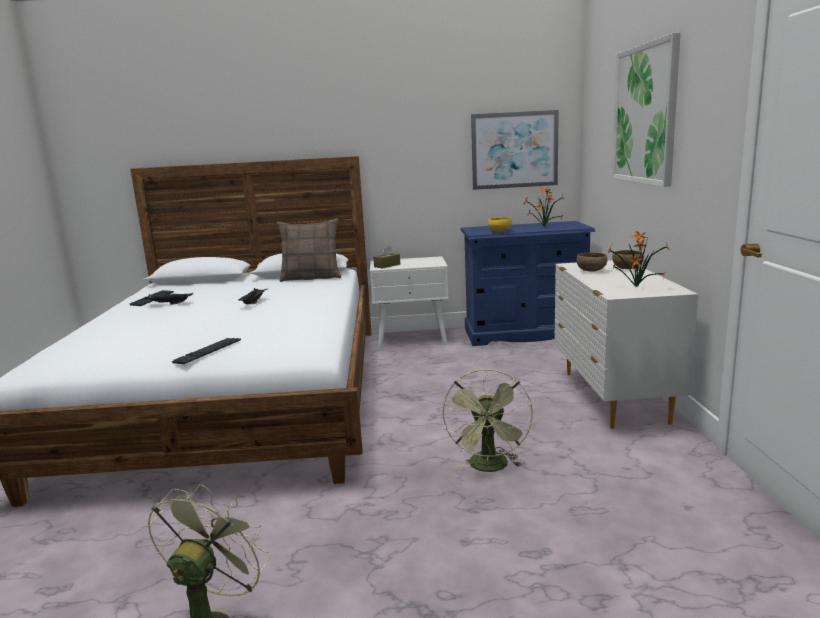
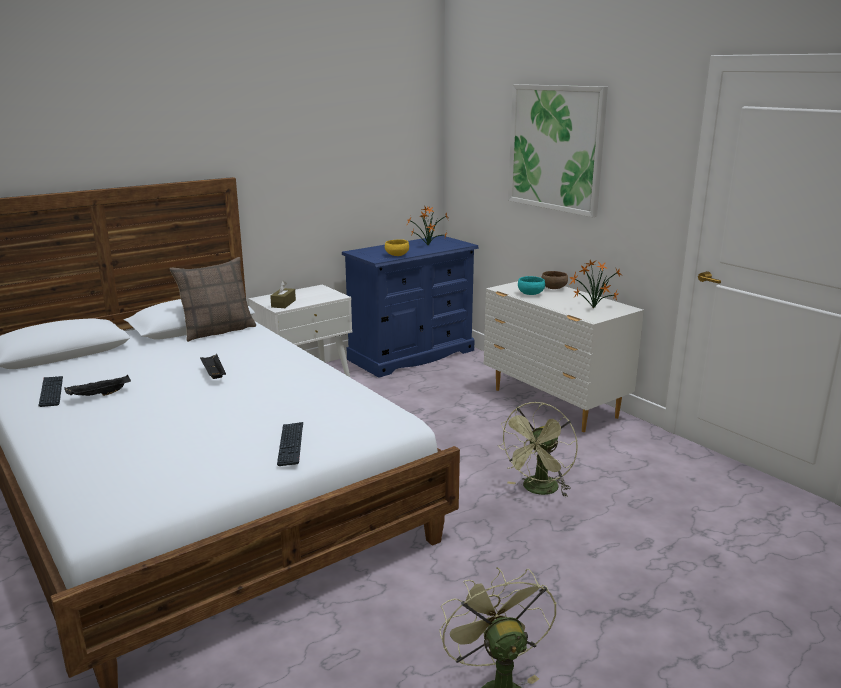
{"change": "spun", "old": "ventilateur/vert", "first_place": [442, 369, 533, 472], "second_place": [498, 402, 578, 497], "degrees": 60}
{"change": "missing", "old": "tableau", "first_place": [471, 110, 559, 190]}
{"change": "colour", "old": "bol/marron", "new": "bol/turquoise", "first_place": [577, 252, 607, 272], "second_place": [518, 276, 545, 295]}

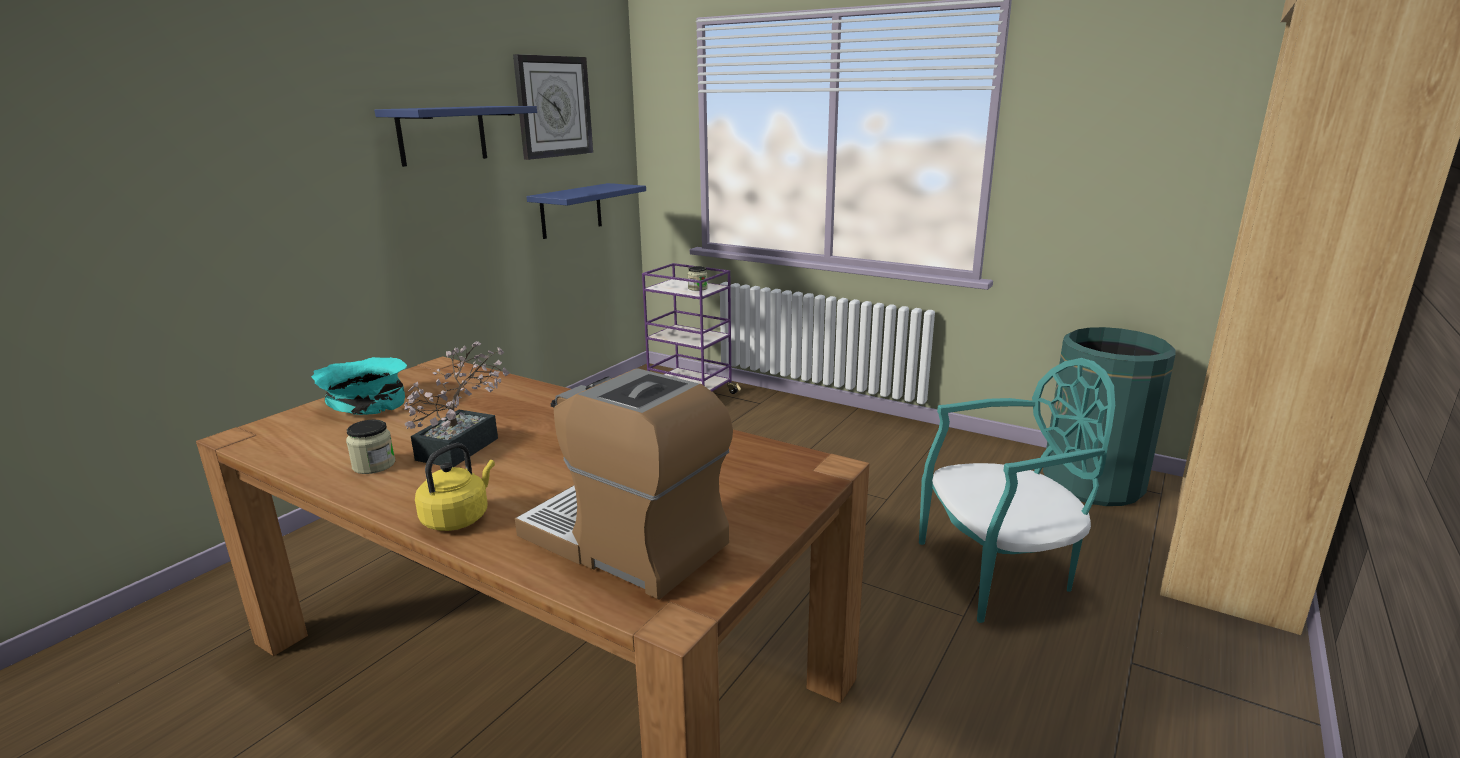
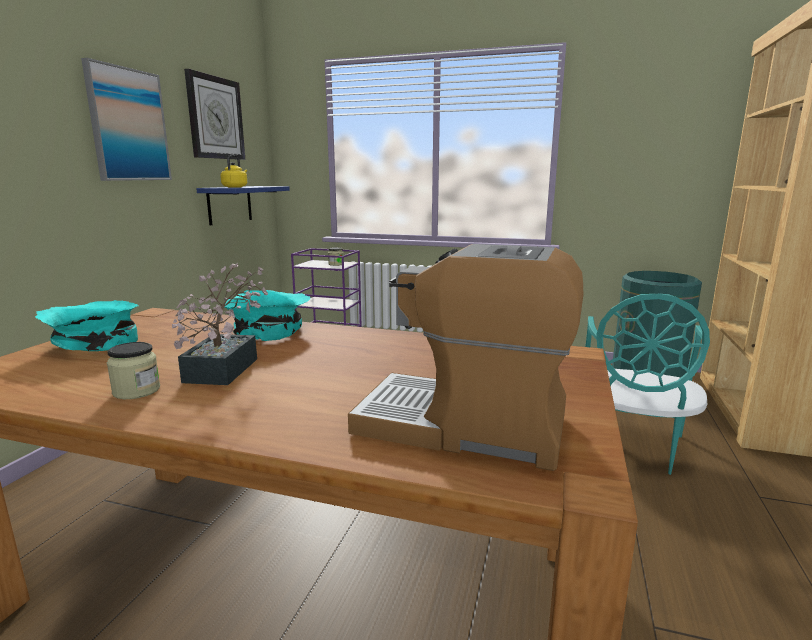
{"change": "exchanged", "old": "étagère/bleu", "new": "tableau", "first_place": [374, 106, 537, 167], "second_place": [81, 58, 172, 181]}
{"change": "relocated", "old": "bouilloire/jaune", "first_place": [415, 443, 495, 531], "second_place": [220, 155, 247, 188]}
{"change": "spun", "old": "chaise/turquoise", "first_place": [919, 358, 1115, 623], "second_place": [585, 294, 710, 475], "degrees": 135}
{"change": "appeared", "new": "bol/turquoise", "second_place": [225, 290, 310, 341]}

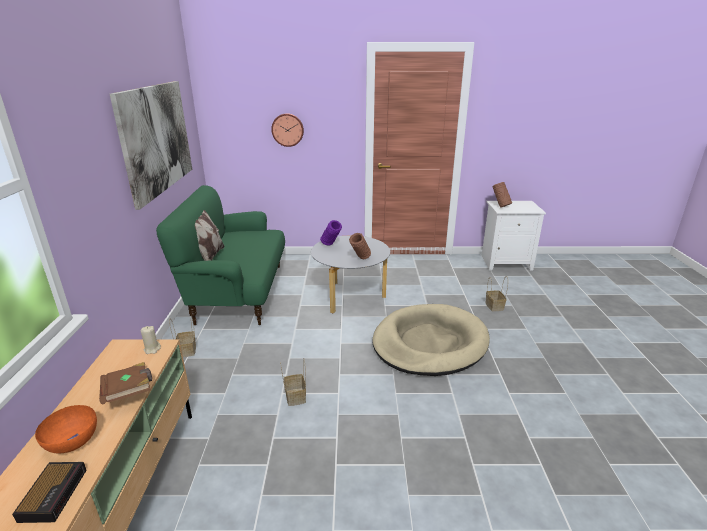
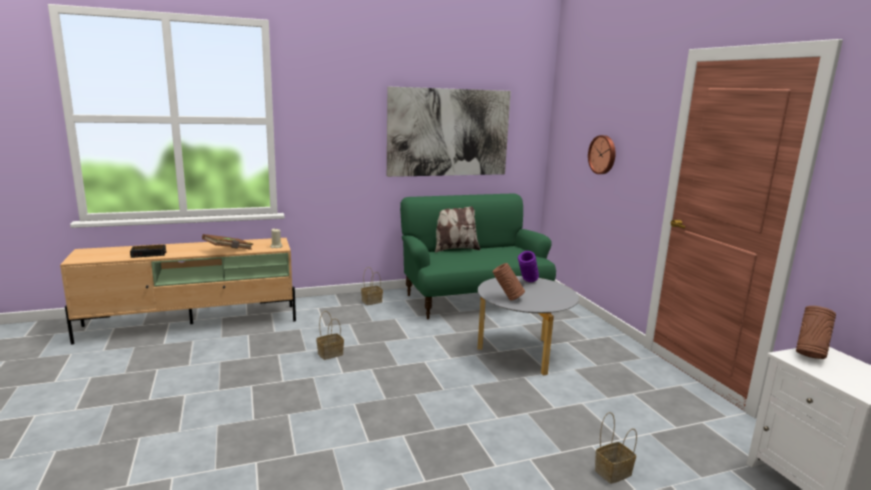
{"change": "missing", "old": "bol/orange", "first_place": [35, 405, 97, 453]}
{"change": "missing", "old": "panier pour chien/beige", "first_place": [373, 304, 490, 376]}

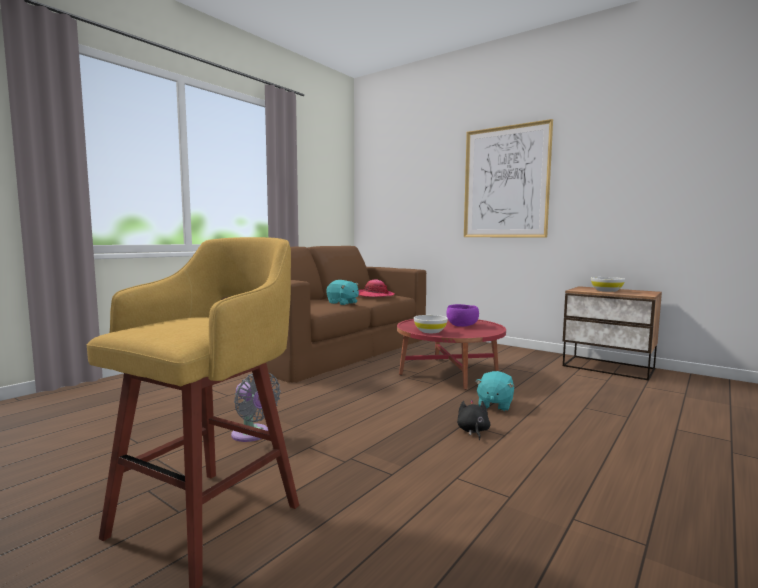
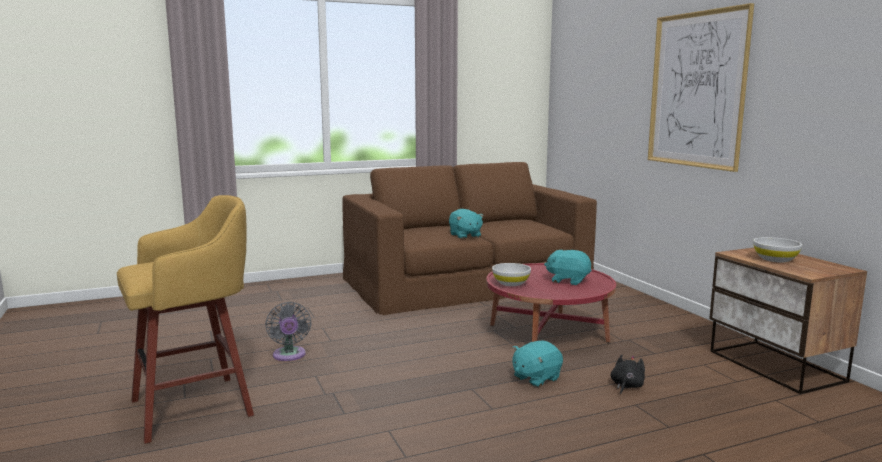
{"change": "missing", "old": "chapeau", "first_place": [358, 280, 395, 297]}
{"change": "exchanged", "old": "bol/violet", "new": "peluche/turquoise", "first_place": [446, 304, 479, 327], "second_place": [544, 250, 592, 285]}
{"change": "relocated", "old": "peluche/noir", "first_place": [457, 400, 490, 440], "second_place": [611, 355, 645, 394]}

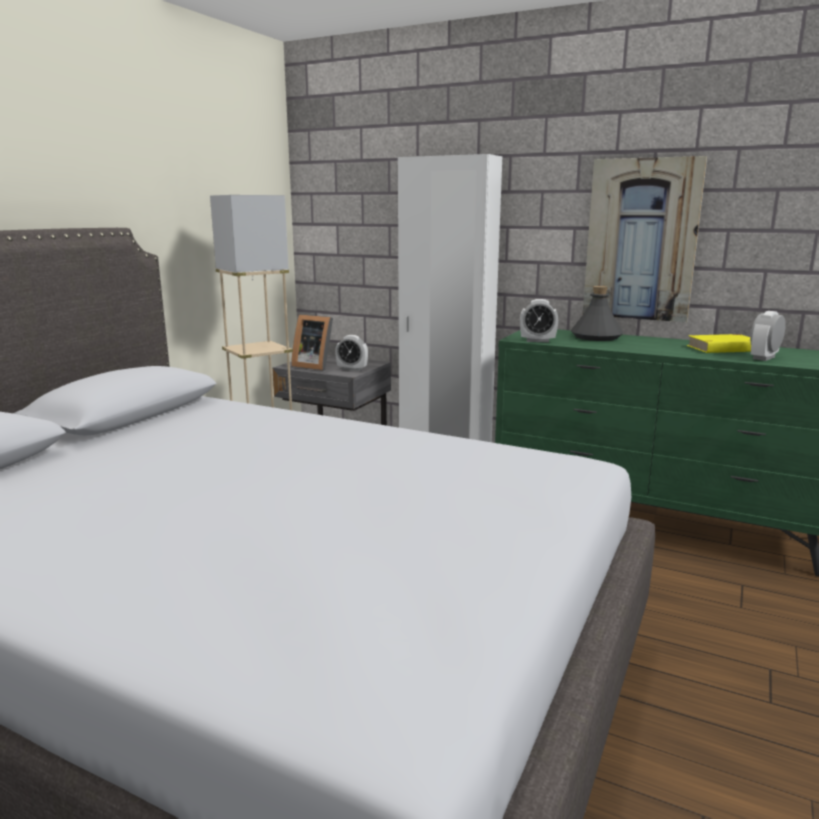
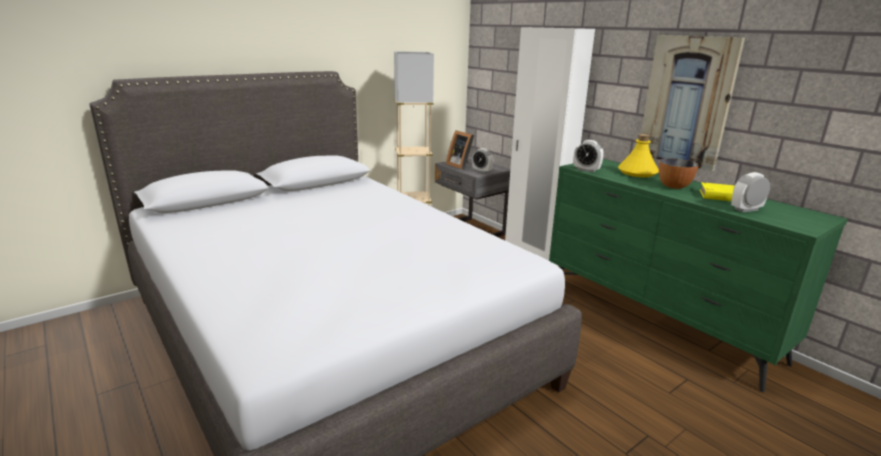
{"change": "colour", "old": "bouteille/gris", "new": "bouteille/jaune", "first_place": [570, 286, 624, 341], "second_place": [618, 134, 659, 177]}
{"change": "appeared", "new": "bol", "second_place": [659, 158, 699, 189]}

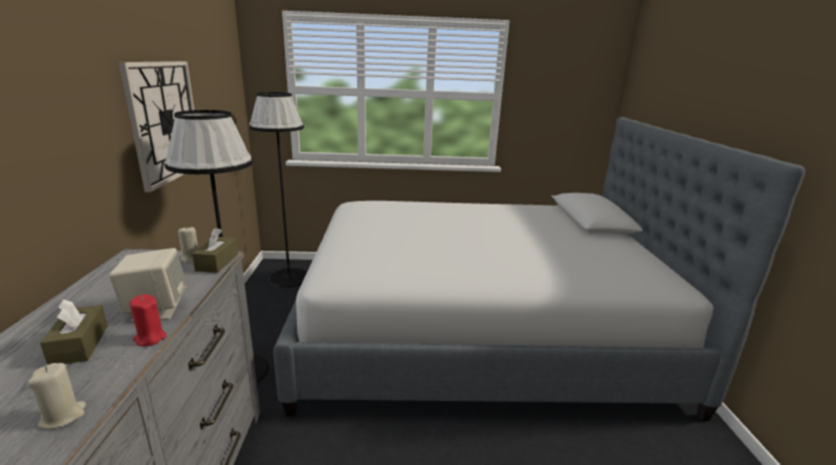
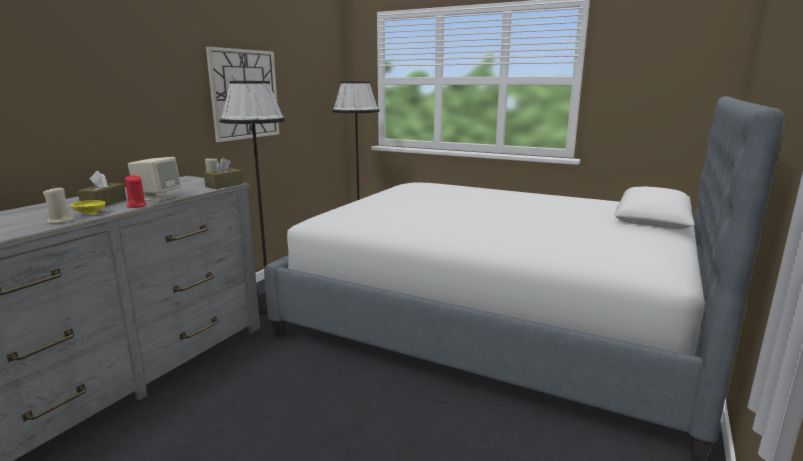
{"change": "appeared", "new": "bol/jaune", "second_place": [71, 200, 105, 214]}

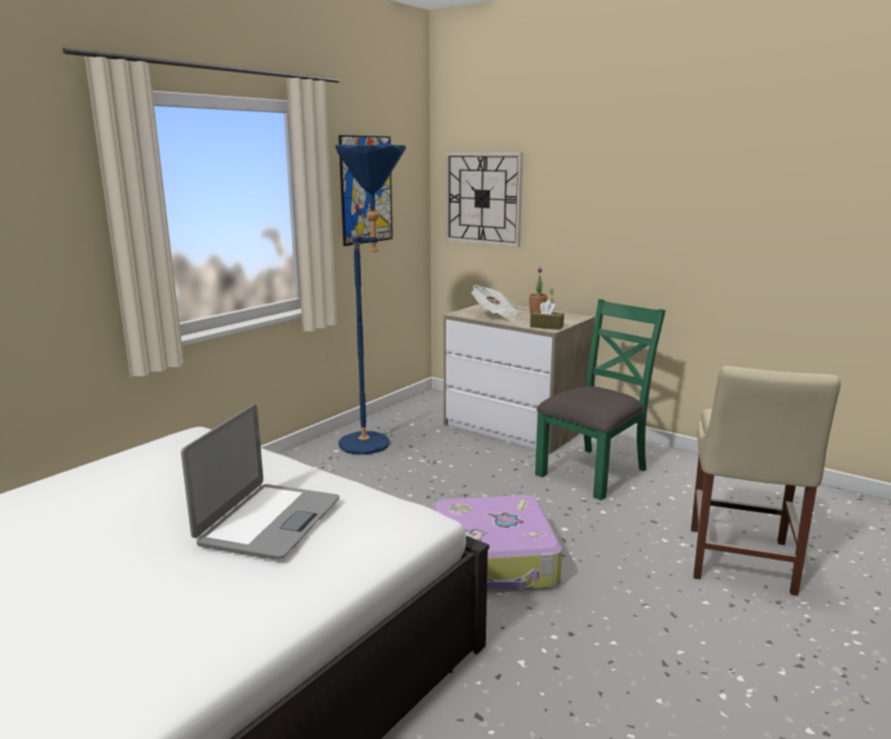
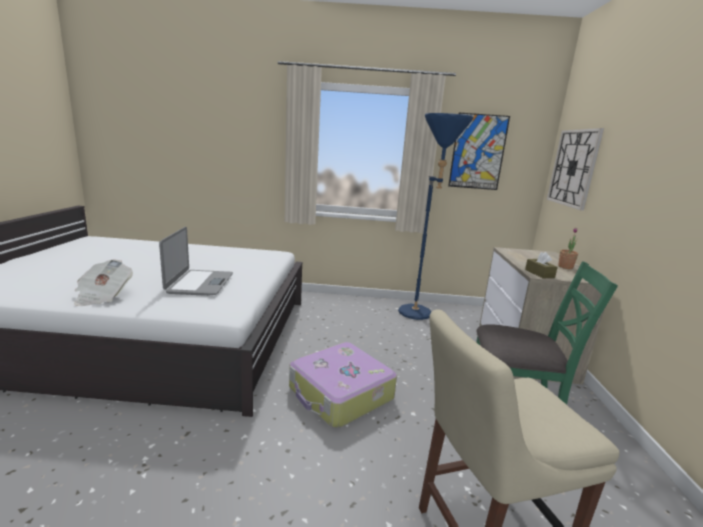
{"change": "spun", "old": "ordinateur portable", "first_place": [181, 405, 339, 559], "second_place": [159, 227, 233, 296], "degrees": -75}
{"change": "relocated", "old": "journal", "first_place": [471, 285, 520, 320], "second_place": [74, 259, 133, 306]}

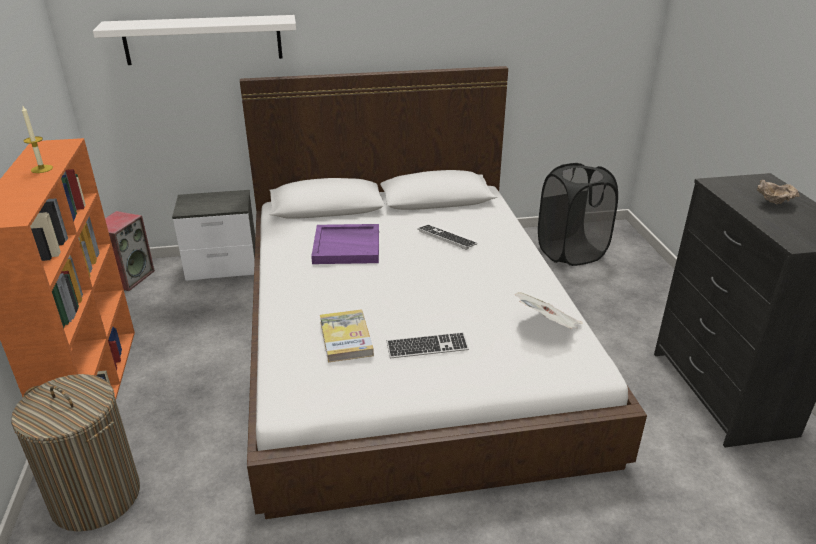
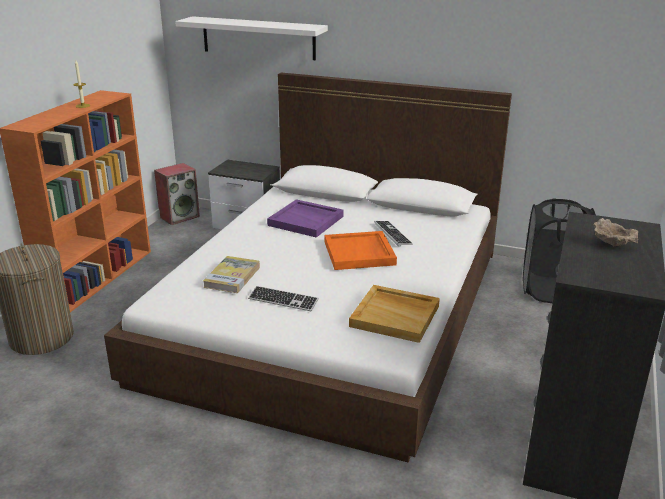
{"change": "exchanged", "old": "journal", "new": "plateau/beige", "first_place": [515, 292, 583, 329], "second_place": [349, 285, 440, 343]}
{"change": "appeared", "new": "plateau/orange", "second_place": [325, 231, 397, 270]}

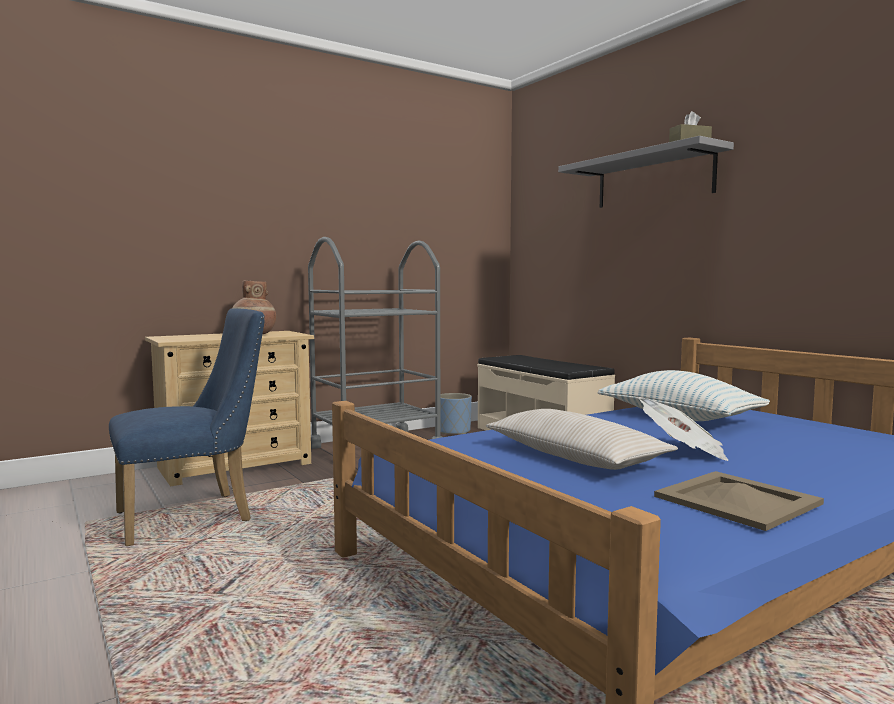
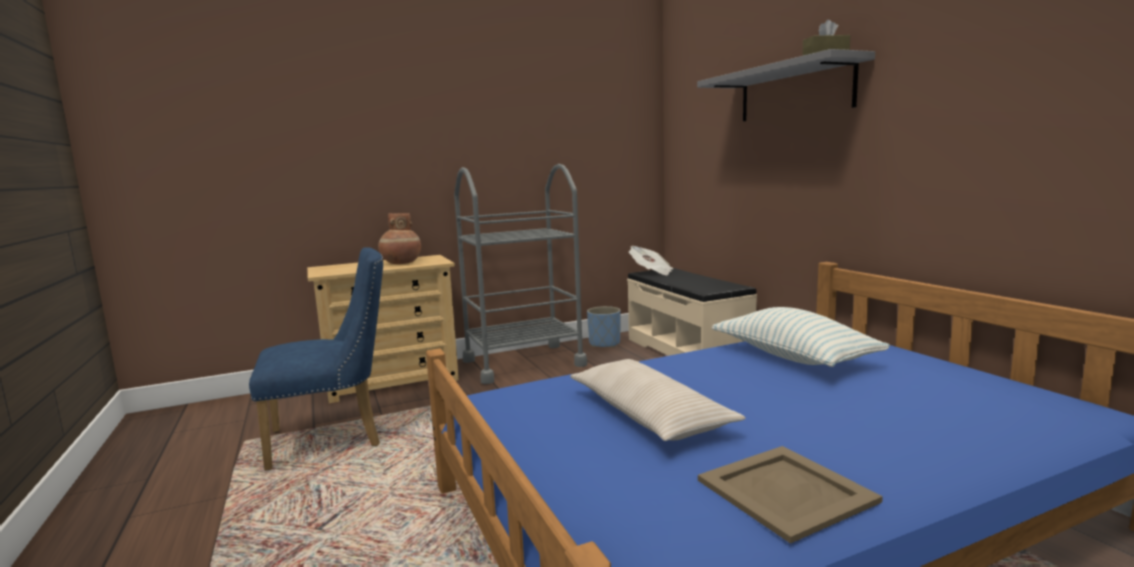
{"change": "relocated", "old": "journal", "first_place": [638, 397, 728, 461], "second_place": [629, 246, 673, 275]}

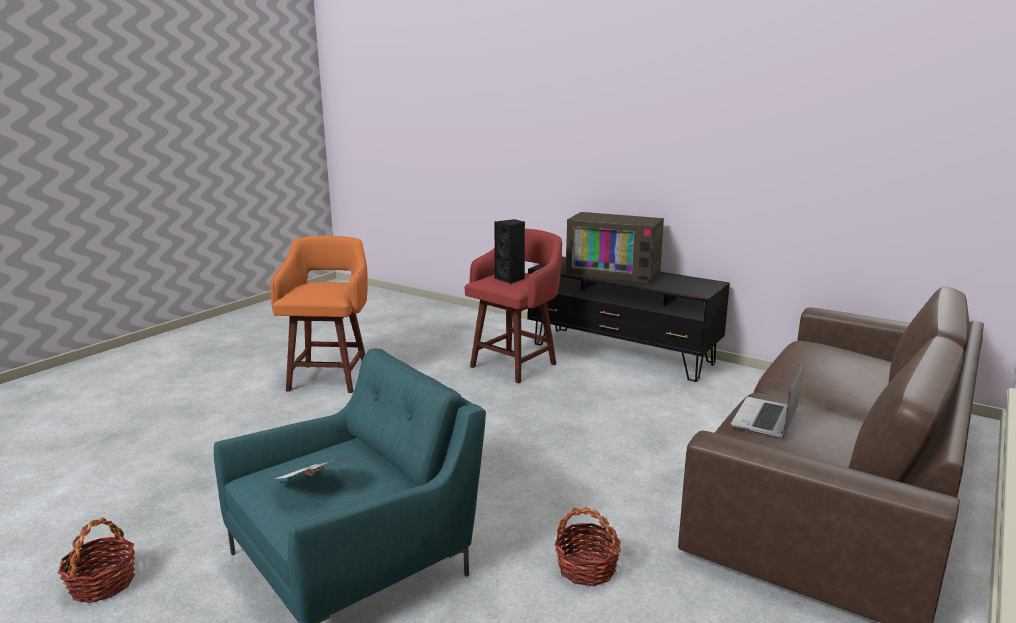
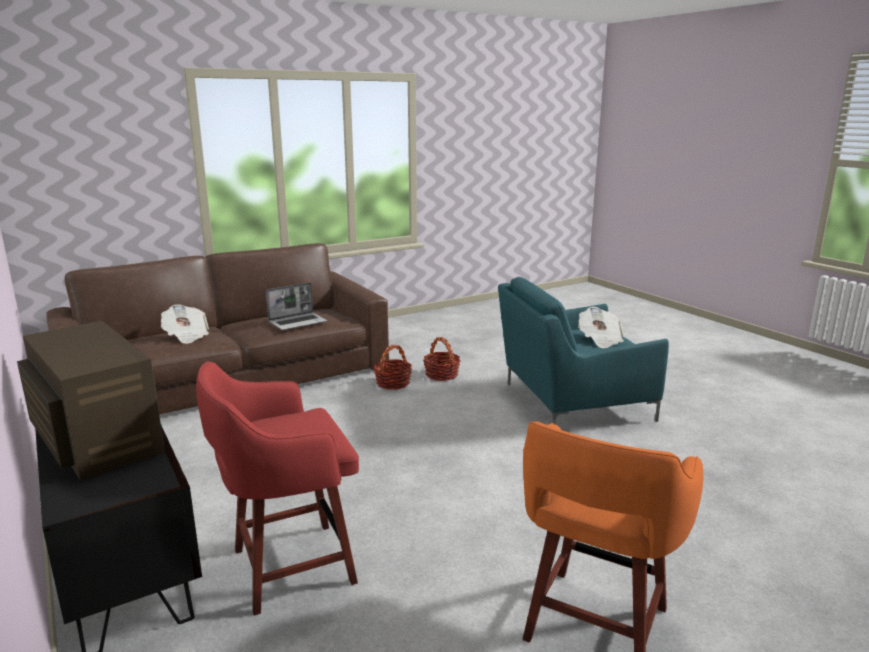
{"change": "relocated", "old": "panier", "first_place": [58, 517, 135, 603], "second_place": [374, 345, 412, 390]}
{"change": "missing", "old": "enceinte/noir", "first_place": [495, 219, 525, 284]}
{"change": "appeared", "new": "journal", "second_place": [161, 304, 209, 344]}

